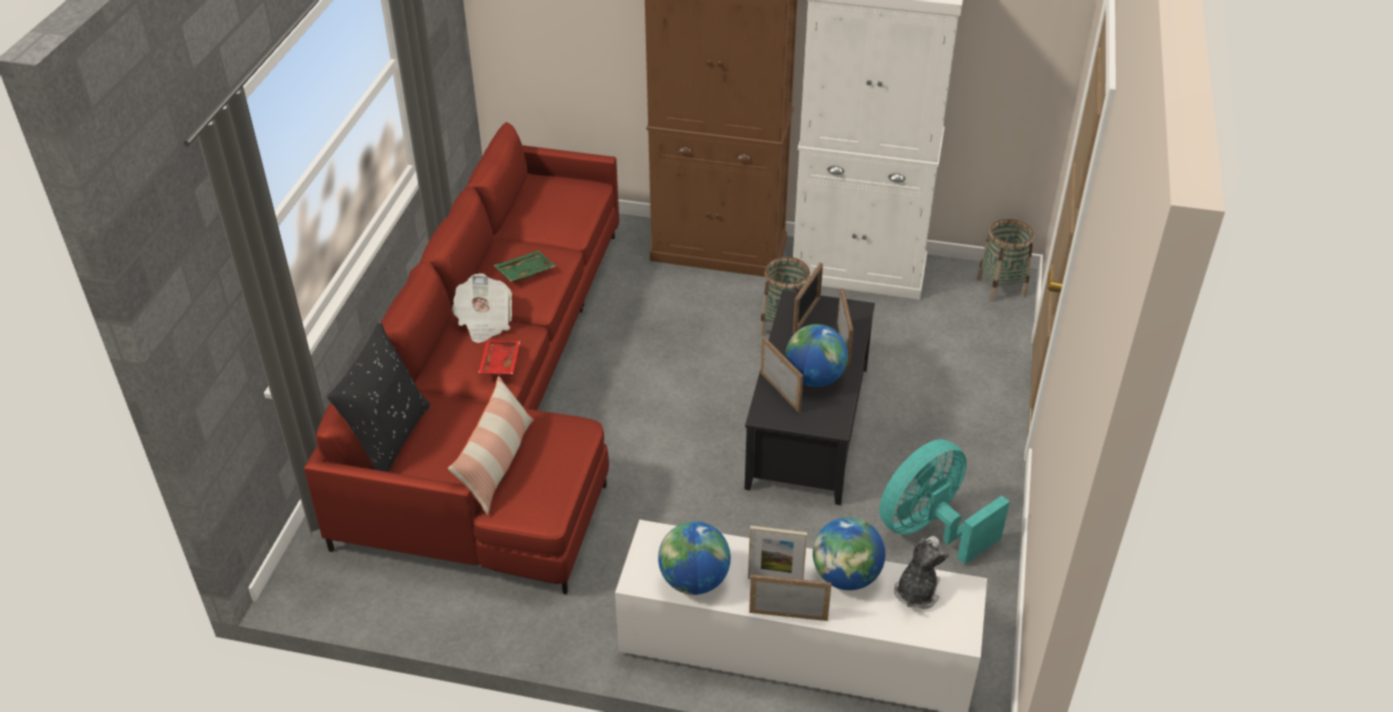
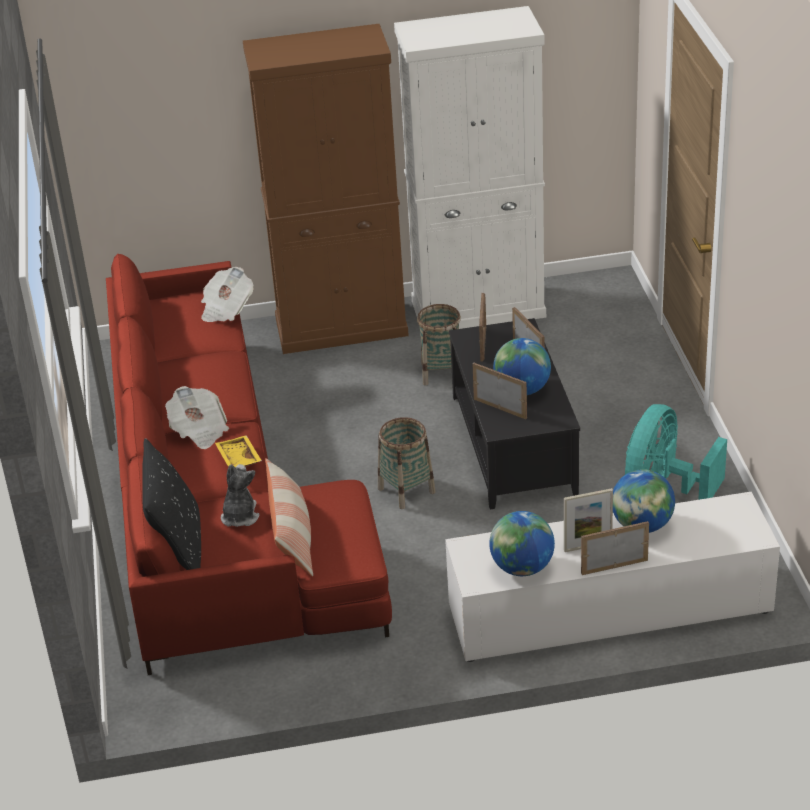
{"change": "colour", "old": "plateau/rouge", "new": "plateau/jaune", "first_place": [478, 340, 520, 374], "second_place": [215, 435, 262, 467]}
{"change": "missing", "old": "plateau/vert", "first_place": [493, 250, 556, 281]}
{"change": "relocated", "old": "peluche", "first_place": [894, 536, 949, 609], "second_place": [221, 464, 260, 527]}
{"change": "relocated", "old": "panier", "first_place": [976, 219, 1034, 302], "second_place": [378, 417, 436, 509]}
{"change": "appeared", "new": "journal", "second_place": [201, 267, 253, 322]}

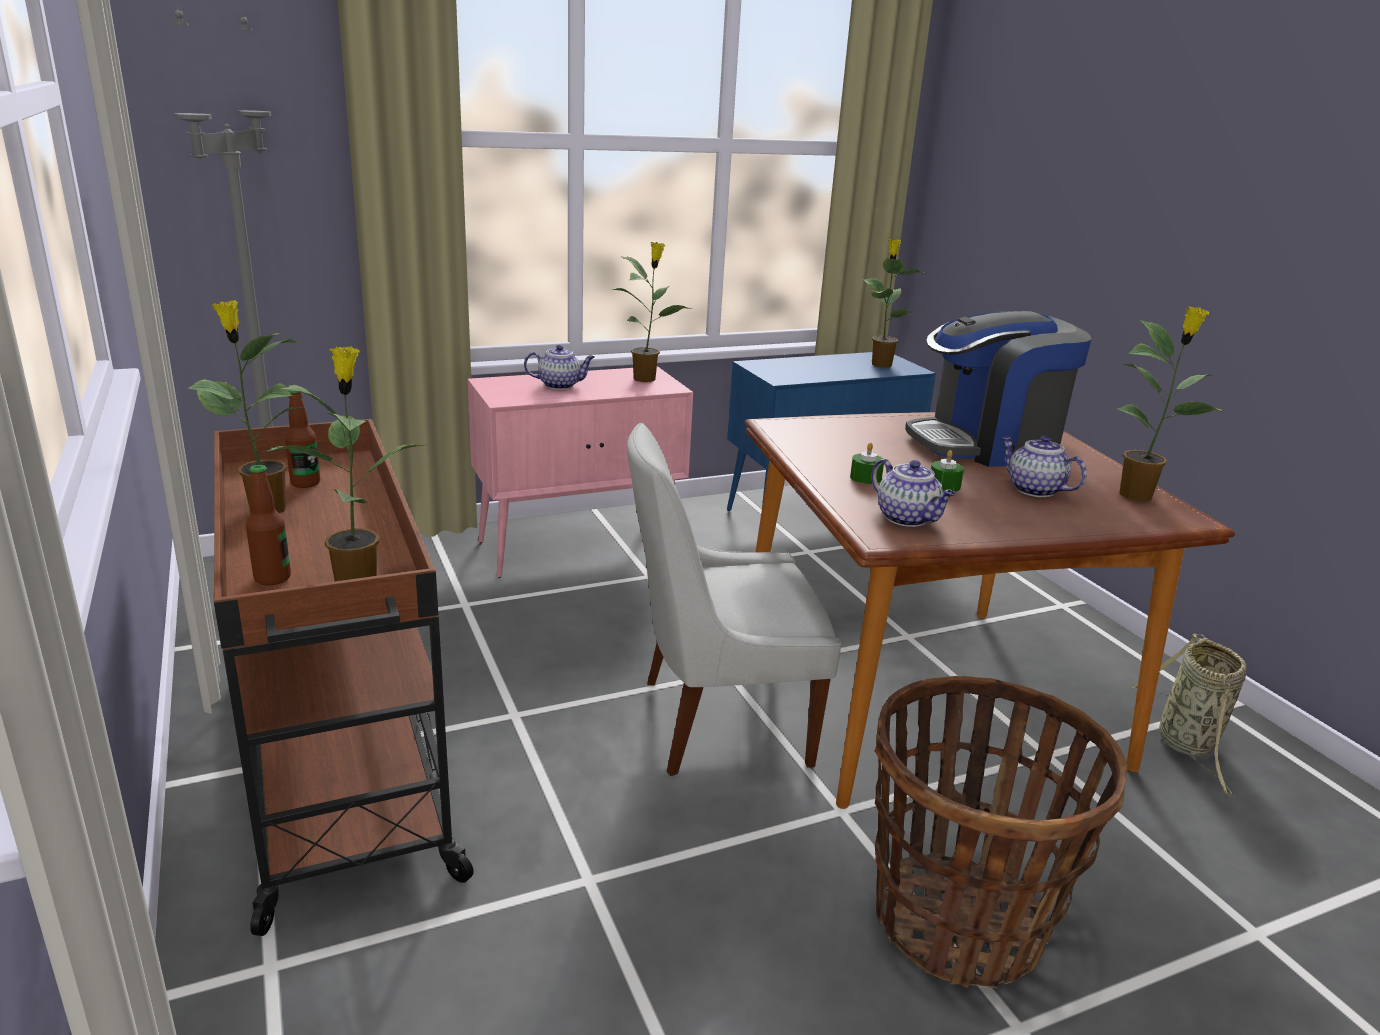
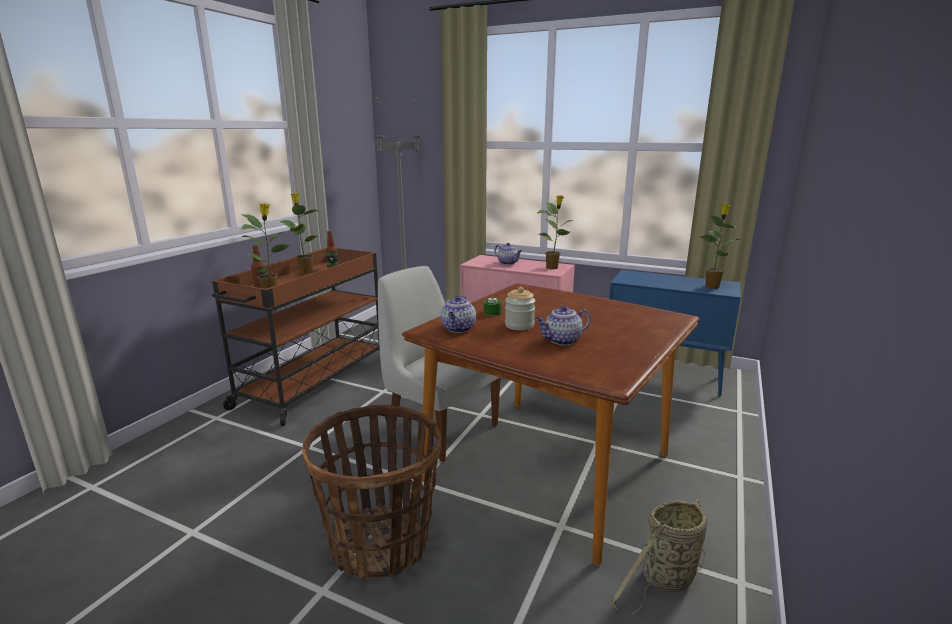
{"change": "missing", "old": "machine à café", "first_place": [905, 311, 1092, 467]}
{"change": "exchanged", "old": "bougie/vert", "new": "bocal", "first_place": [931, 450, 964, 492], "second_place": [505, 287, 535, 330]}
{"change": "spun", "old": "théière", "first_place": [1001, 436, 1087, 497], "second_place": [536, 305, 591, 345], "degrees": -120}
{"change": "missing", "old": "plante en pot", "first_place": [1117, 306, 1223, 501]}

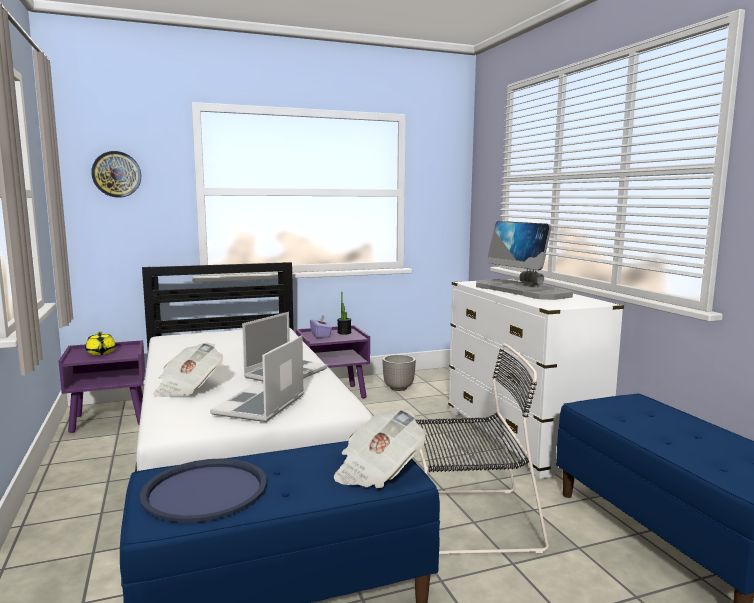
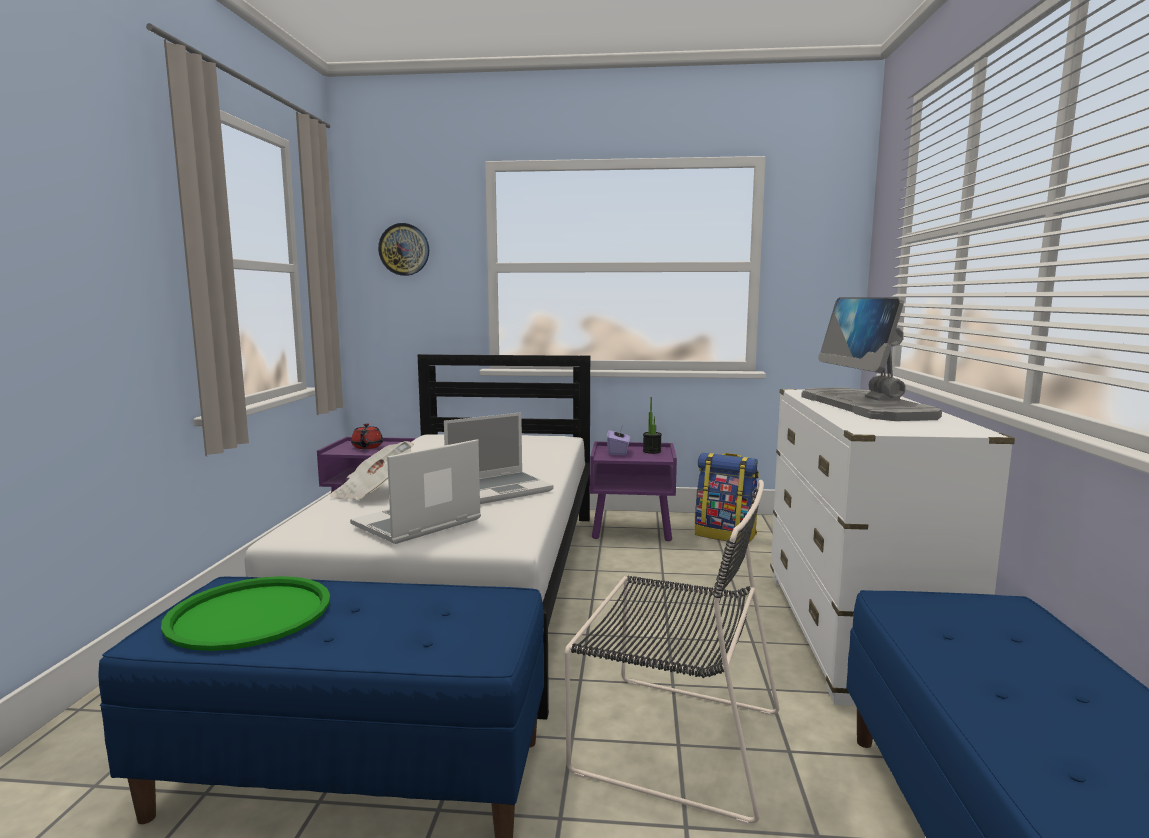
{"change": "colour", "old": "théière/jaune", "new": "théière/rouge", "first_place": [85, 332, 116, 355], "second_place": [351, 423, 383, 449]}
{"change": "colour", "old": "plateau/bleu", "new": "plateau/vert", "first_place": [140, 458, 267, 523], "second_place": [161, 576, 330, 651]}
{"change": "missing", "old": "journal", "first_place": [334, 409, 426, 488]}
{"change": "exchanged", "old": "cache-pot", "new": "sac à dos", "first_place": [382, 354, 416, 391], "second_place": [695, 453, 759, 543]}

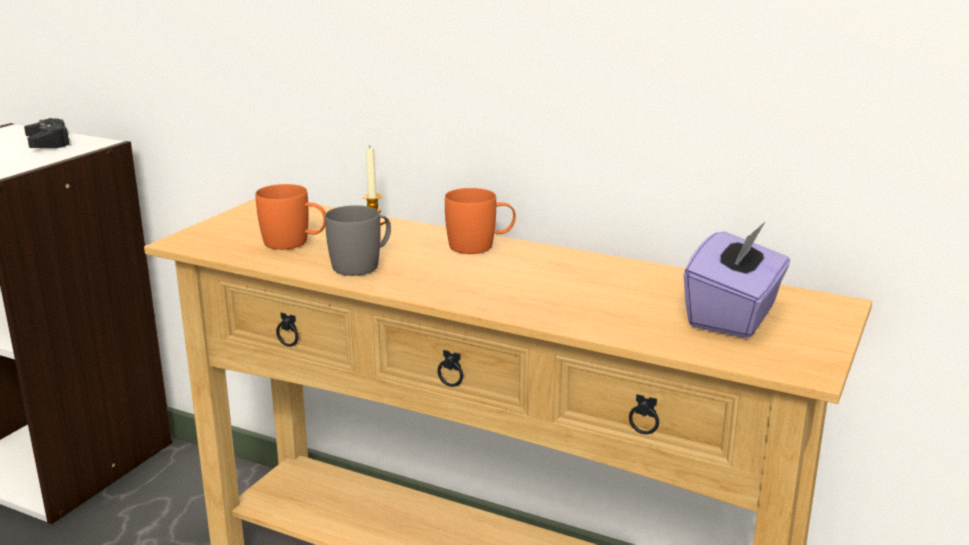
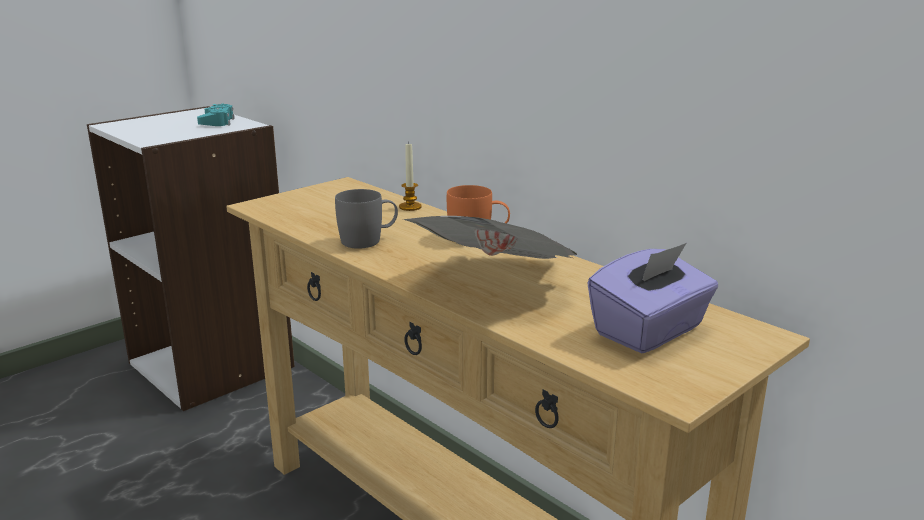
{"change": "colour", "old": "manette/noir", "new": "manette/turquoise", "first_place": [24, 118, 72, 148], "second_place": [197, 103, 235, 126]}
{"change": "missing", "old": "mug/orange", "first_place": [256, 184, 326, 250]}
{"change": "appeared", "new": "journal", "second_place": [403, 216, 577, 259]}

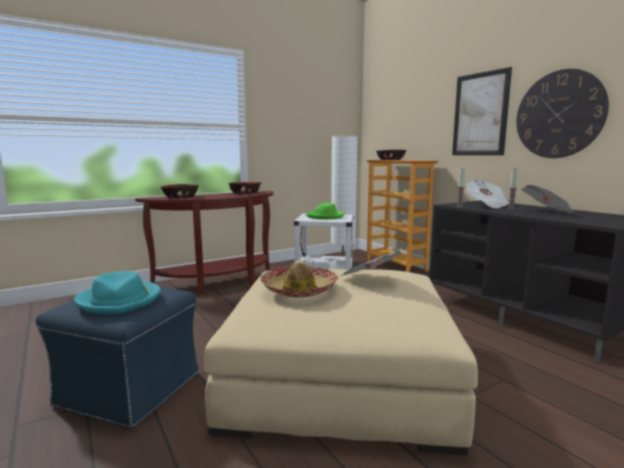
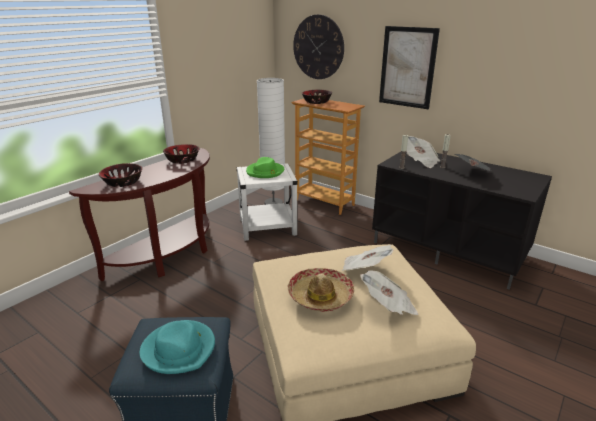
{"change": "relocated", "old": "horloge murale", "first_place": [516, 69, 609, 158], "second_place": [293, 14, 344, 79]}
{"change": "appeared", "new": "journal", "second_place": [360, 270, 419, 315]}

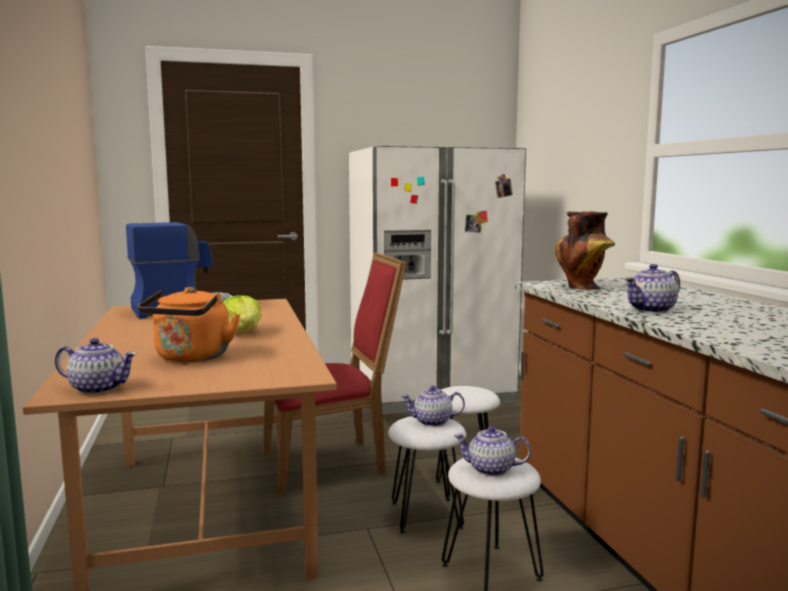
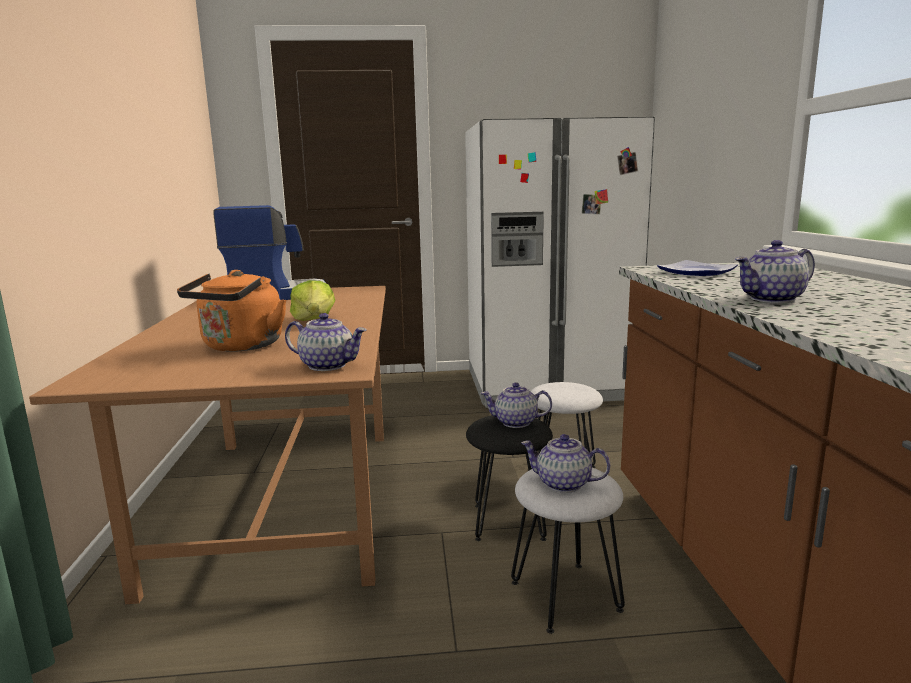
{"change": "relocated", "old": "théière", "first_place": [55, 338, 137, 395], "second_place": [285, 313, 366, 371]}
{"change": "missing", "old": "chaise/rouge", "first_place": [263, 252, 406, 494]}
{"change": "colour", "old": "tabouret/blanc", "new": "tabouret/noir", "first_place": [388, 416, 466, 534], "second_place": [466, 415, 553, 541]}
{"change": "exchanged", "old": "vase", "new": "assiette", "first_place": [556, 211, 615, 290], "second_place": [657, 260, 738, 276]}

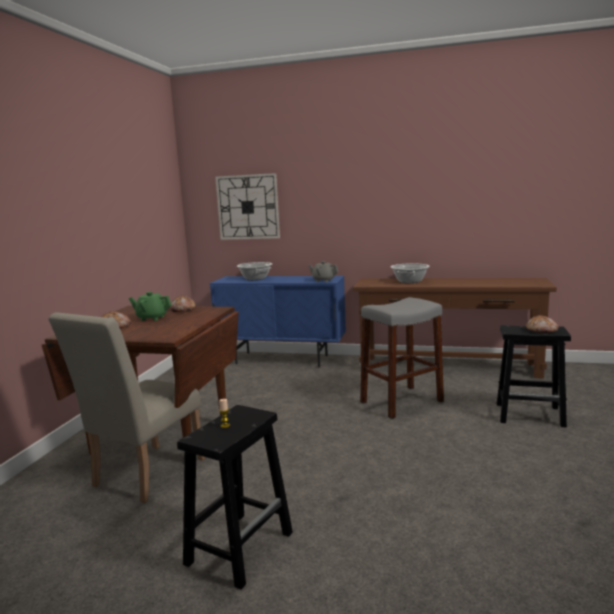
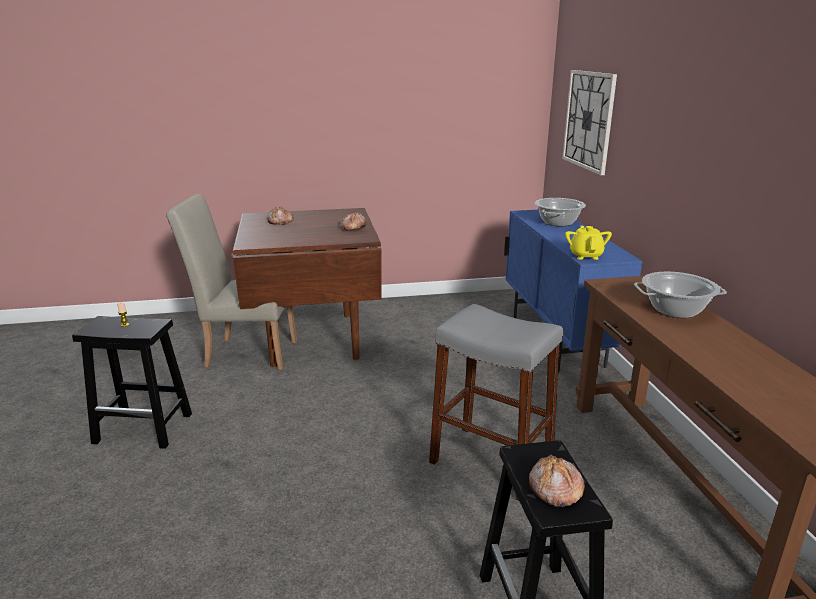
{"change": "missing", "old": "théière/vert", "first_place": [129, 292, 172, 321]}
{"change": "colour", "old": "théière/gris", "new": "théière/jaune", "first_place": [308, 261, 338, 282], "second_place": [565, 226, 612, 260]}

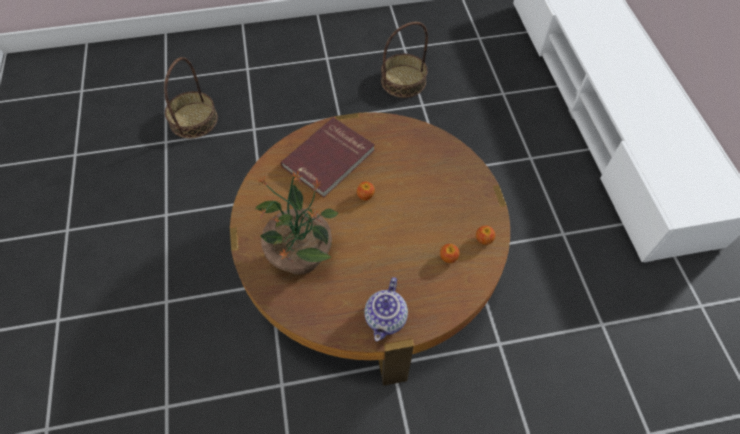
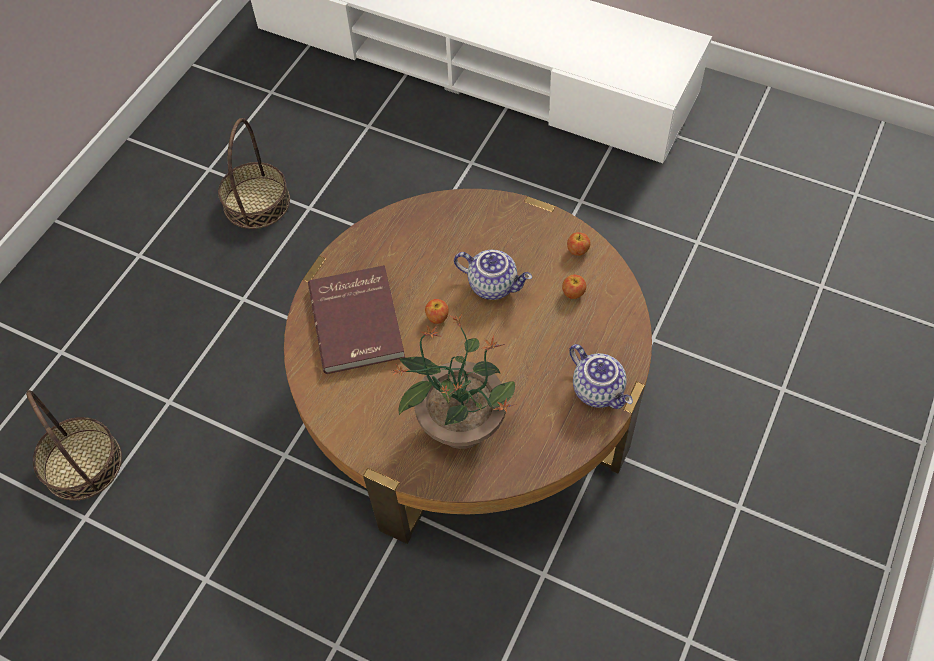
{"change": "appeared", "new": "théière", "second_place": [454, 250, 532, 300]}

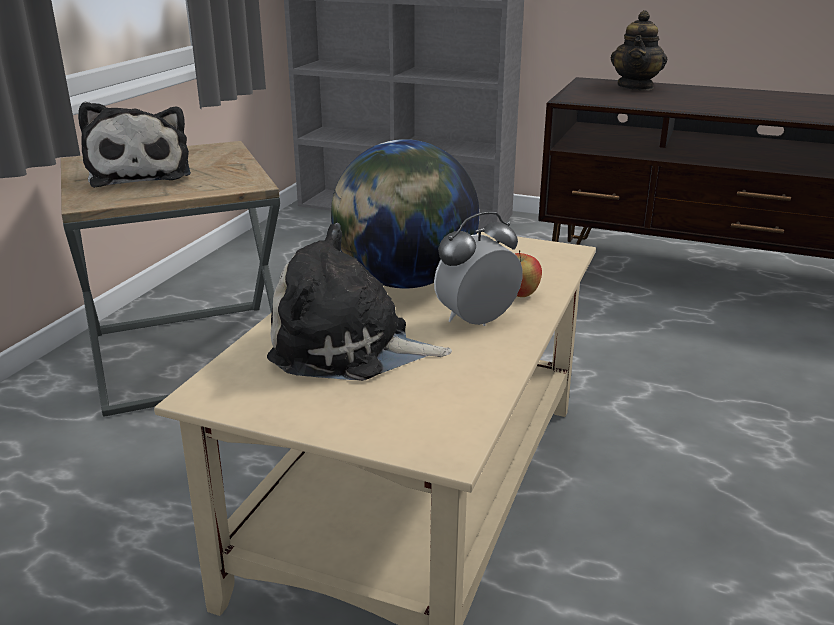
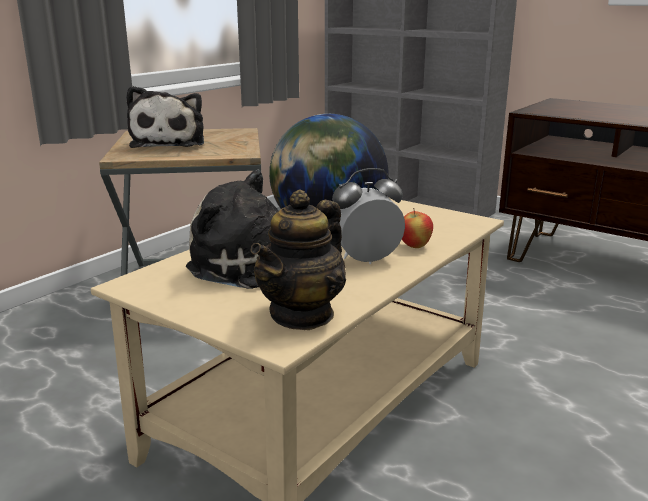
{"change": "relocated", "old": "théière", "first_place": [611, 10, 667, 90], "second_place": [250, 189, 346, 330]}

